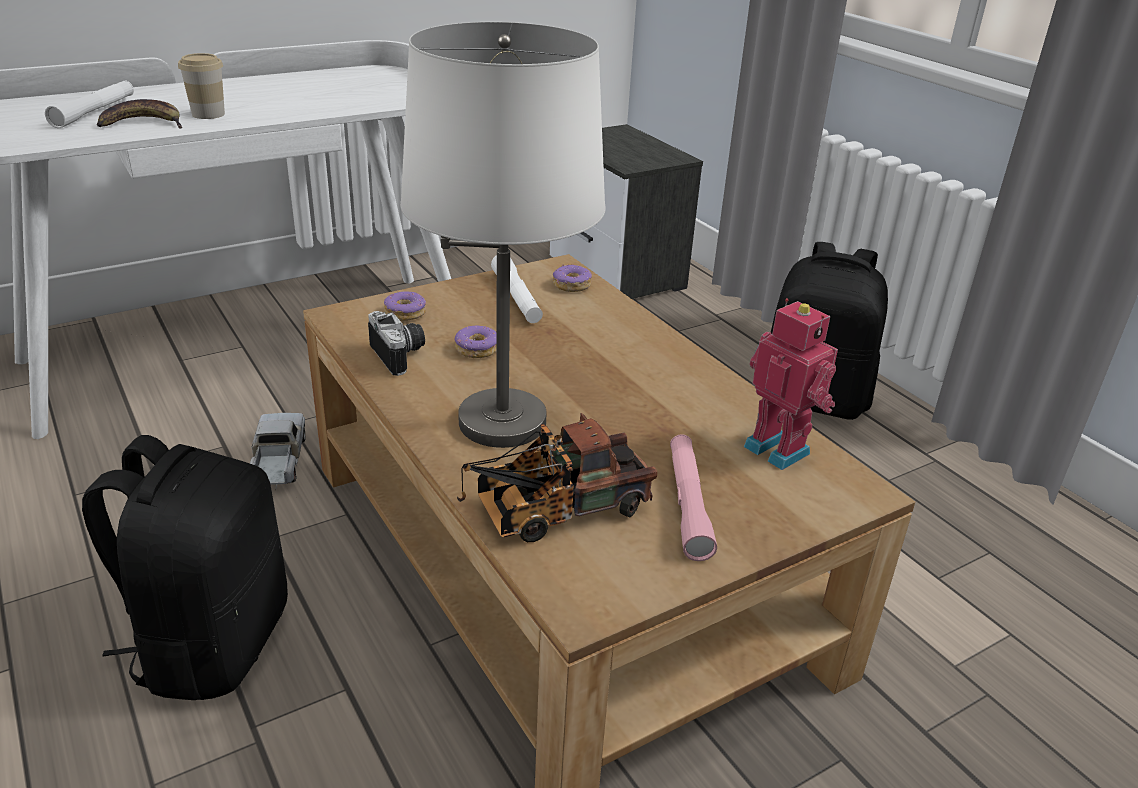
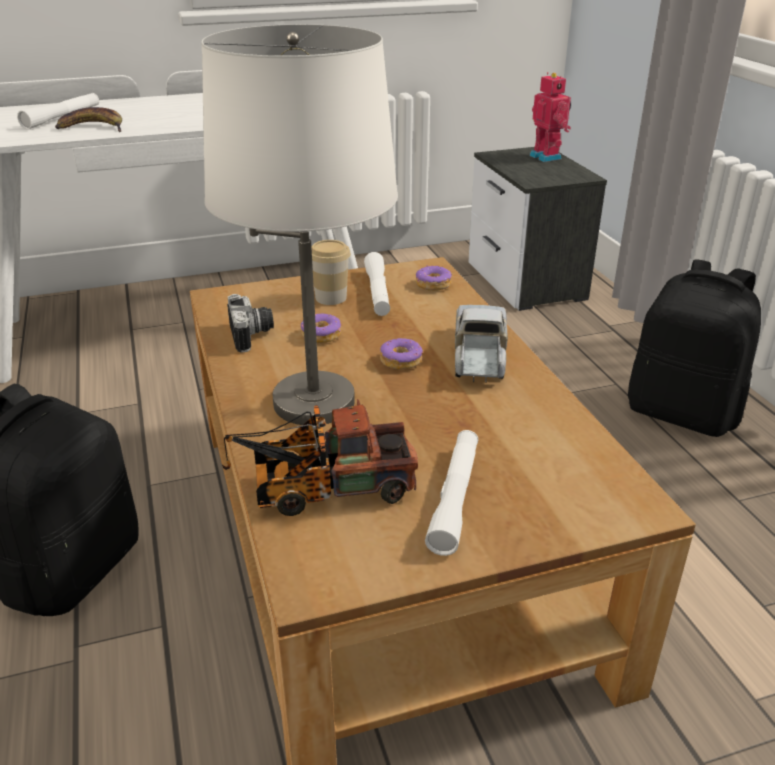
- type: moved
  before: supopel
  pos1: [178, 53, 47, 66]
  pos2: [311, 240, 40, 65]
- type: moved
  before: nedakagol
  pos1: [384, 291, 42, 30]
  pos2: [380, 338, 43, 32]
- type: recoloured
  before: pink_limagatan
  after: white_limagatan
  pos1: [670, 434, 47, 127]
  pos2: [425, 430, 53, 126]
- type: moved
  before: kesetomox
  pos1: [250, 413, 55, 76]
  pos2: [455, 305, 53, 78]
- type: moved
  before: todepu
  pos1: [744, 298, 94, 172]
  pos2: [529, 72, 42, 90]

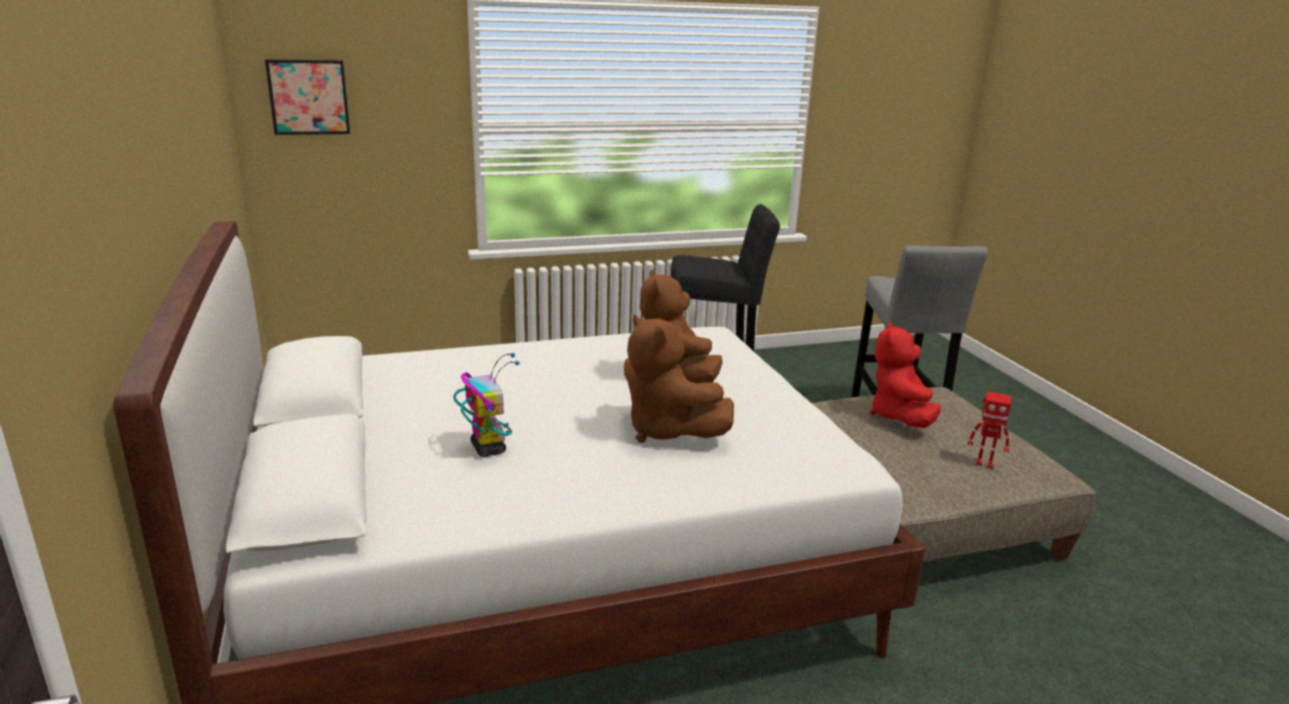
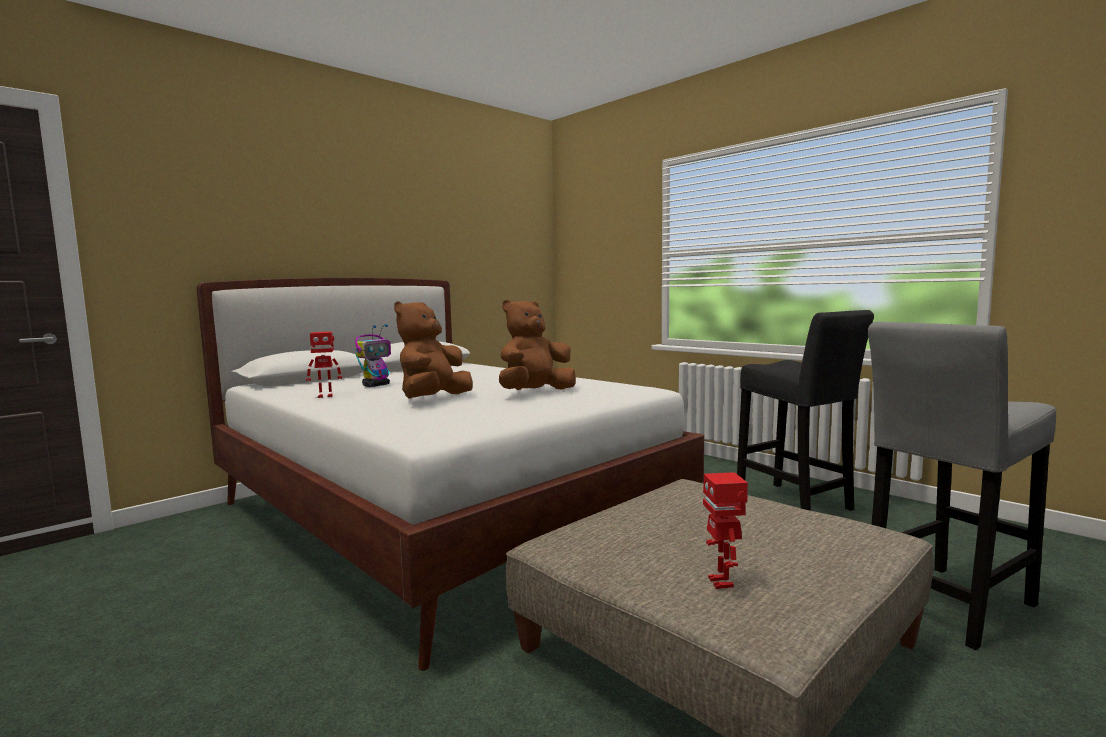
- type: added
  after: todepu
  pos2: [306, 332, 36, 66]
- type: removed
  before: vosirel
  pos1: [265, 59, 85, 76]
- type: removed
  before: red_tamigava
  pos1: [870, 322, 71, 106]

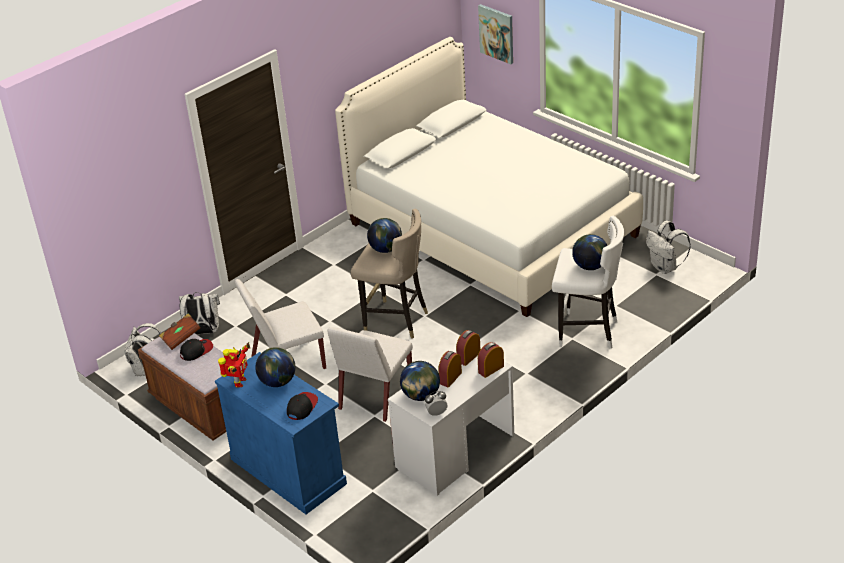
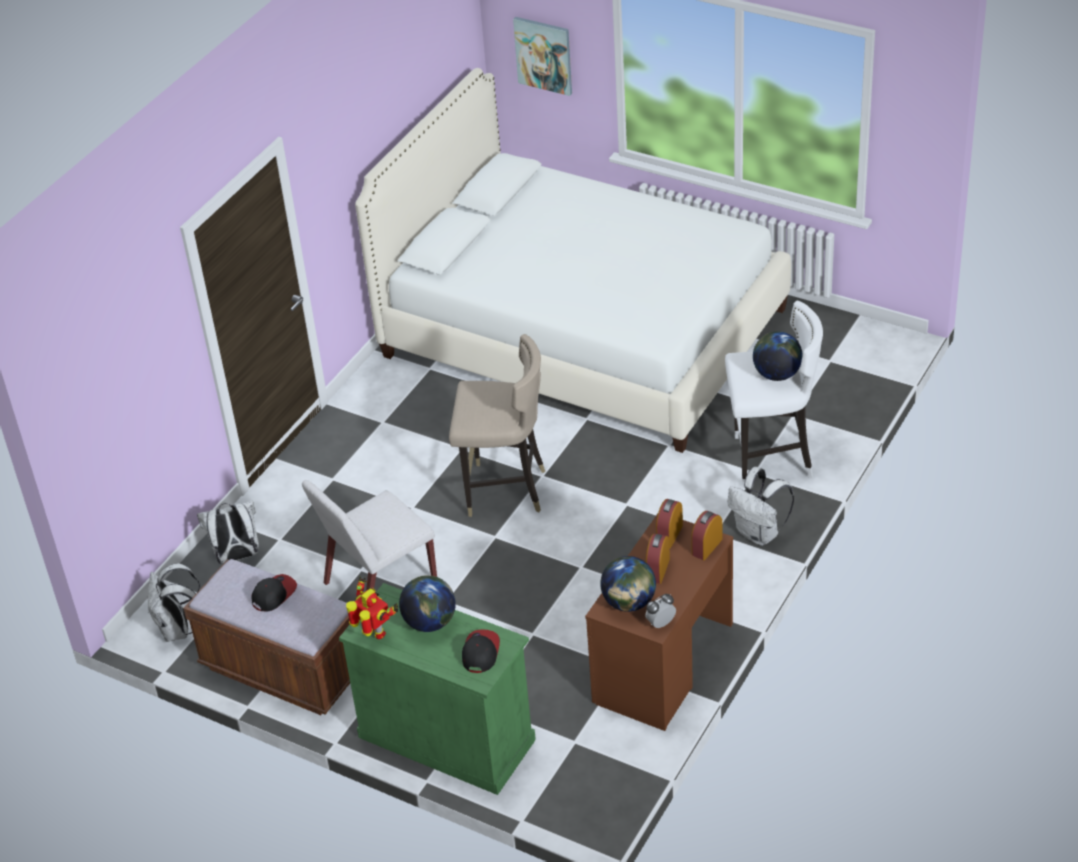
- type: recoloured
  before: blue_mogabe
  after: green_mogabe
  pos1: [215, 352, 132, 162]
  pos2: [339, 583, 197, 212]
- type: turned
  before: todepu
  pos1: [218, 342, 32, 46]
  pos2: [346, 576, 52, 63]
  turn: -45
- type: recoloured
  before: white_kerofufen
  after: brown_kerofufen
  pos1: [388, 348, 126, 148]
  pos2: [585, 514, 148, 217]
- type: moved
  before: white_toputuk
  pos1: [646, 220, 45, 54]
  pos2: [728, 467, 66, 79]
- type: removed
  before: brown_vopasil
  pos1: [159, 313, 42, 37]
- type: removed
  before: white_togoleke
  pos1: [328, 327, 85, 95]
- type: removed
  before: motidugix
  pos1: [367, 218, 35, 35]

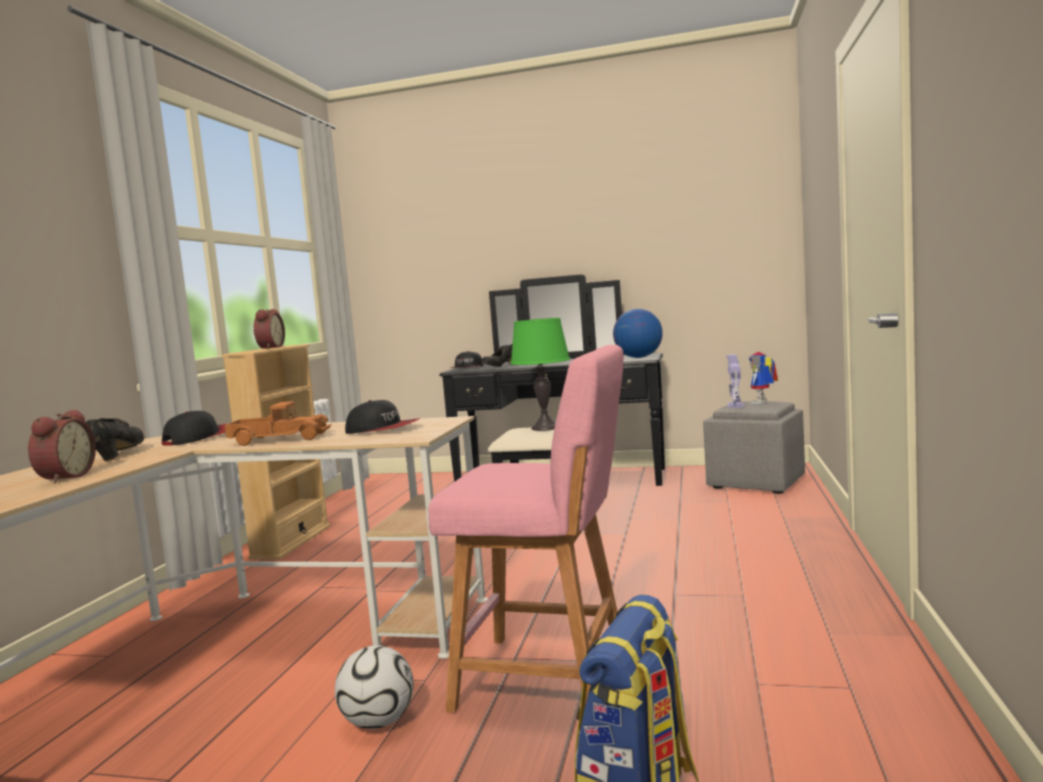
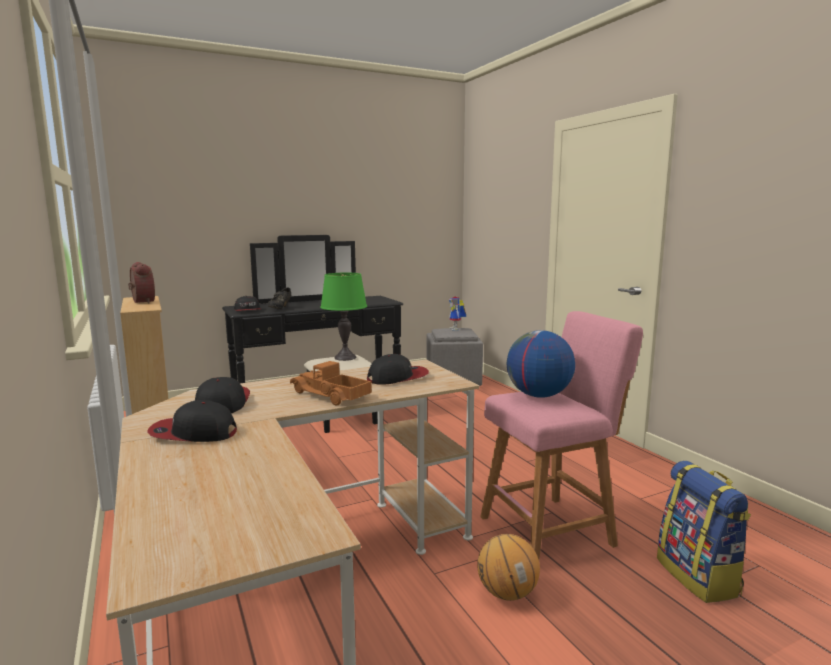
- type: replaced
  before: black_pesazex
  after: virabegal
  pos1: [85, 418, 59, 43]
  pos2: [147, 400, 90, 42]
- type: turned
  before: kesetomox
  pos1: [225, 401, 106, 45]
  pos2: [290, 361, 82, 44]
  turn: -105
- type: replaced
  before: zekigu
  after: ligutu
  pos1: [335, 646, 79, 83]
  pos2: [477, 534, 63, 67]
- type: moved
  before: motidugix
  pos1: [613, 309, 50, 49]
  pos2: [507, 330, 68, 68]
- type: removed
  before: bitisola
  pos1: [28, 409, 68, 74]
- type: removed
  before: todepu
  pos1: [726, 354, 18, 54]

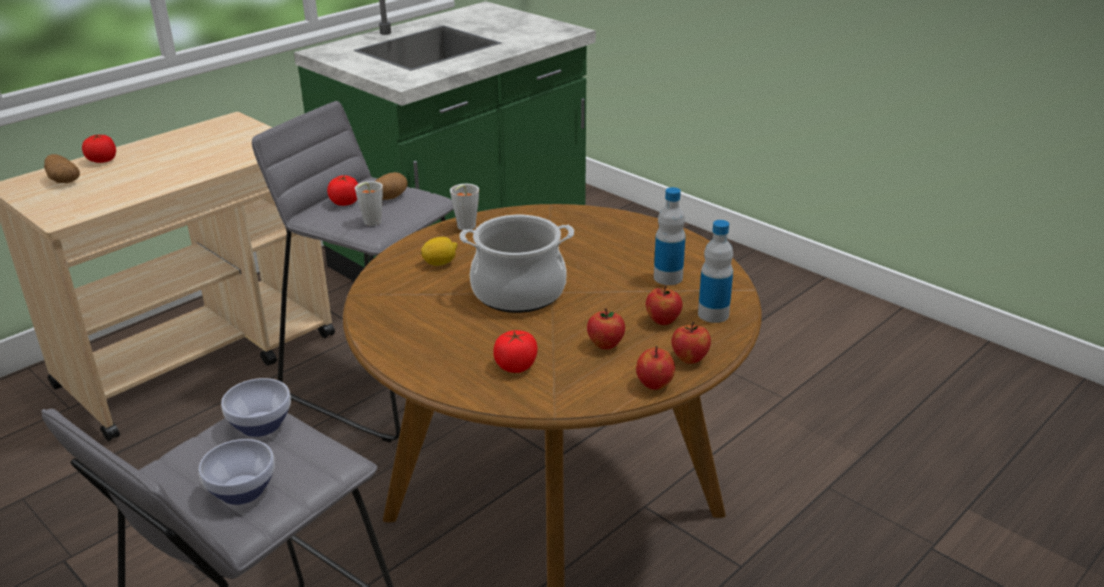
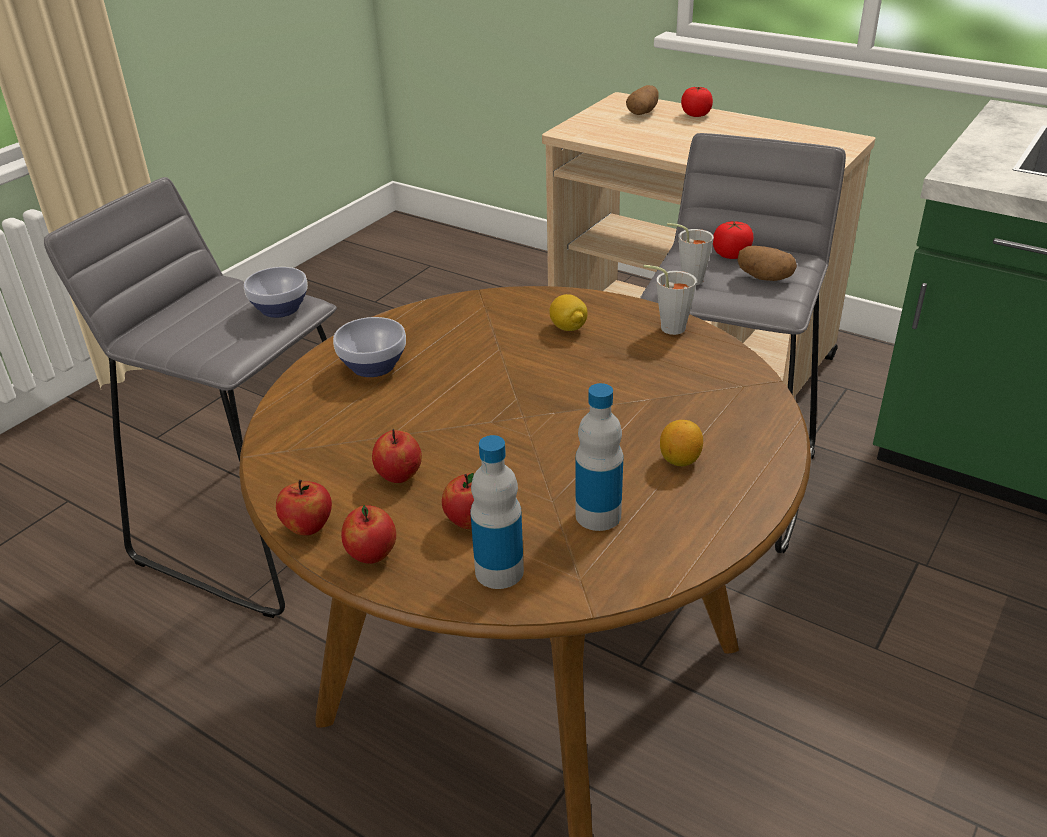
- type: moved
  before: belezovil
  pos1: [199, 439, 76, 66]
  pos2: [333, 317, 73, 60]
- type: added
  after: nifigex
  pos2: [660, 420, 43, 46]
- type: removed
  before: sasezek
  pos1: [459, 215, 115, 98]
- type: removed
  before: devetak
  pos1: [493, 330, 45, 43]

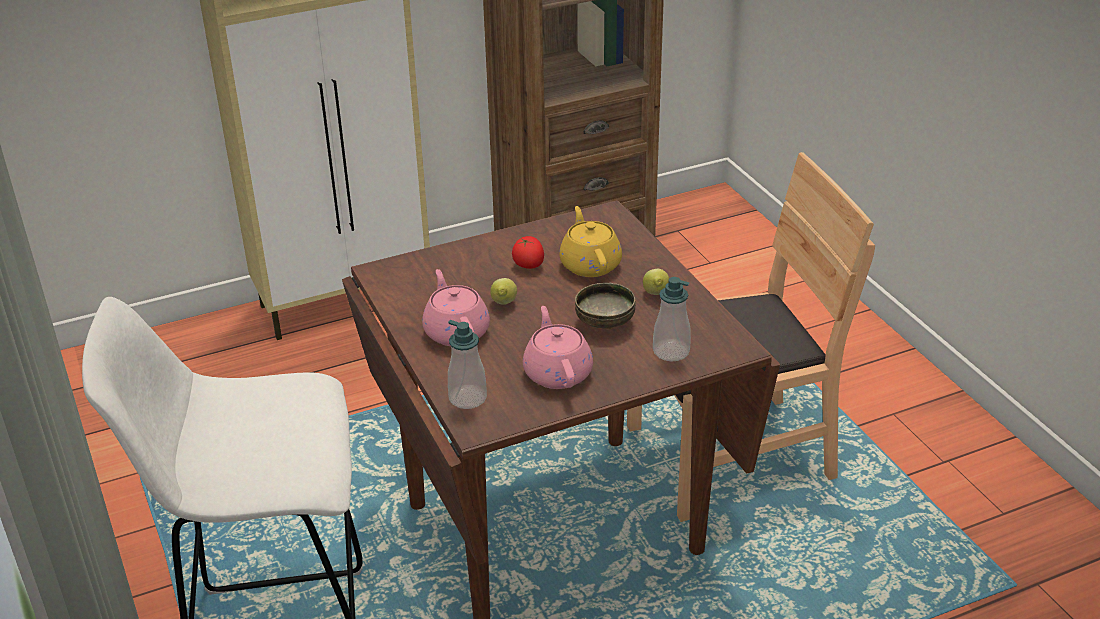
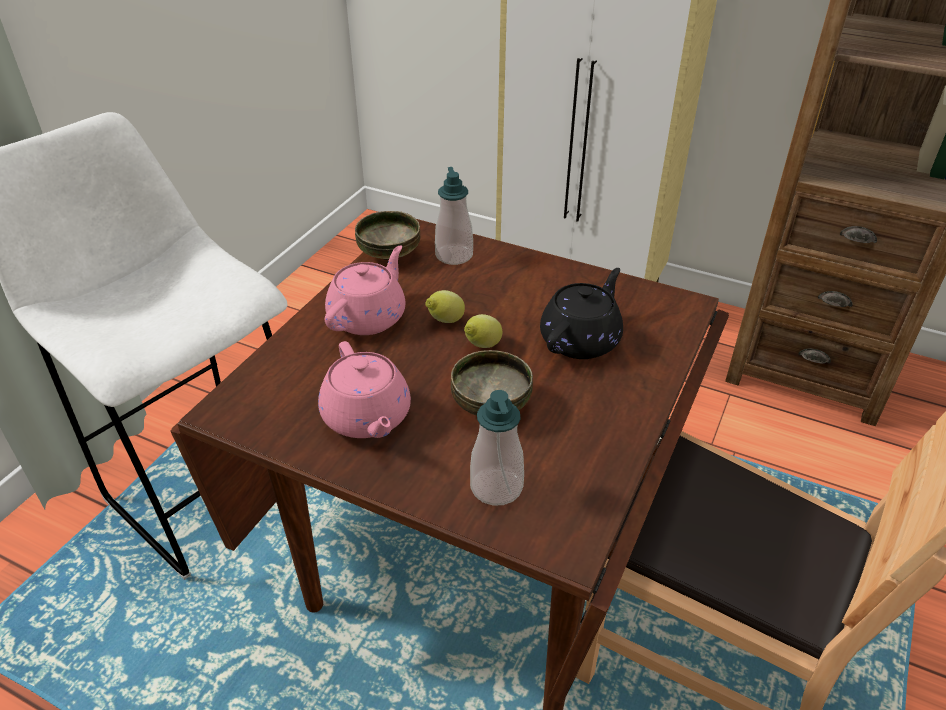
- type: turned
  before: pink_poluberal
  pos1: [523, 306, 70, 83]
  pos2: [318, 341, 93, 97]
  turn: 120
- type: added
  after: belezovil
  pos2: [355, 211, 65, 49]
- type: moved
  before: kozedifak
  pos1: [448, 320, 39, 89]
  pos2: [435, 167, 38, 98]
- type: moved
  before: nifigex
  pos1: [643, 269, 26, 26]
  pos2: [464, 314, 39, 34]
- type: recoloured
  before: yellow_poluberal
  after: black_poluberal
  pos1: [559, 206, 63, 71]
  pos2: [540, 268, 83, 91]
- type: removed
  before: devetak
  pos1: [512, 236, 32, 33]

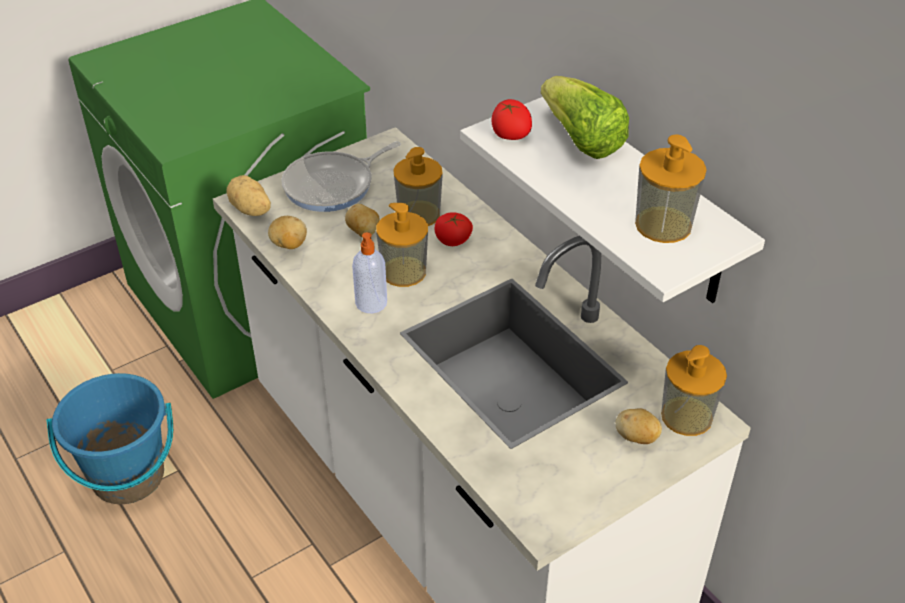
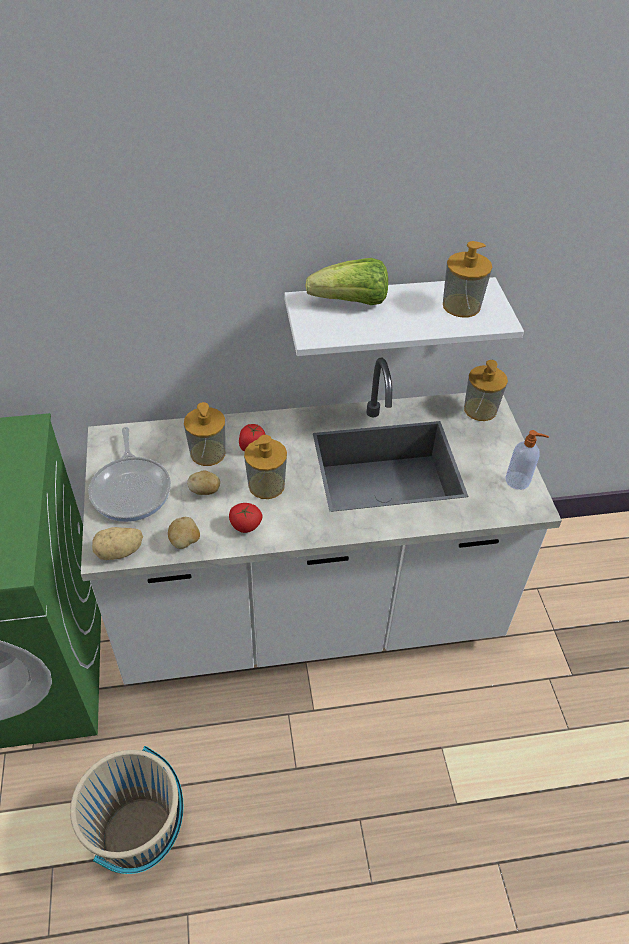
- type: recoloured
  before: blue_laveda
  after: beige_laveda
  pos1: [47, 373, 126, 131]
  pos2: [70, 746, 113, 128]
- type: moved
  before: devetak
  pos1: [491, 99, 41, 41]
  pos2: [229, 503, 34, 30]
- type: moved
  before: kozedifak
  pos1: [352, 232, 35, 81]
  pos2: [506, 430, 43, 60]
- type: removed
  before: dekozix
  pos1: [616, 408, 46, 36]

